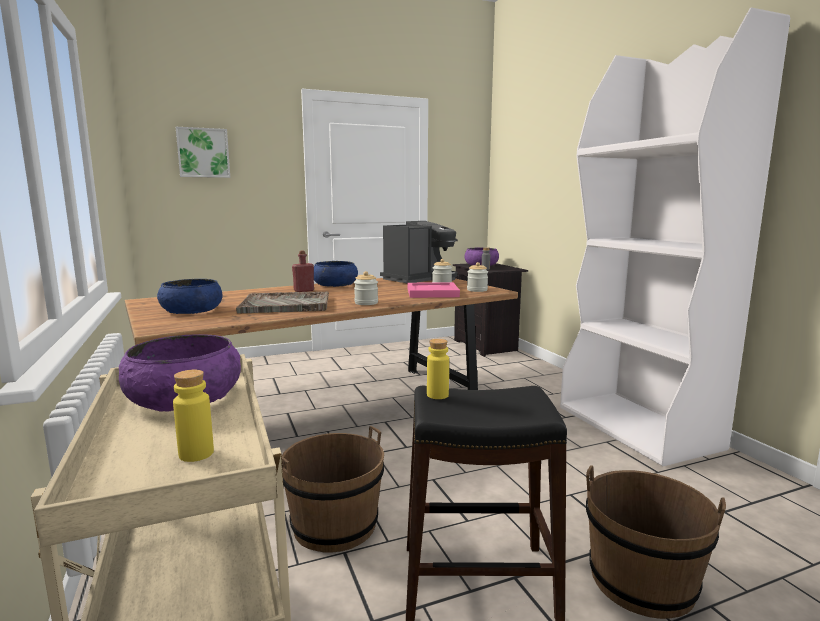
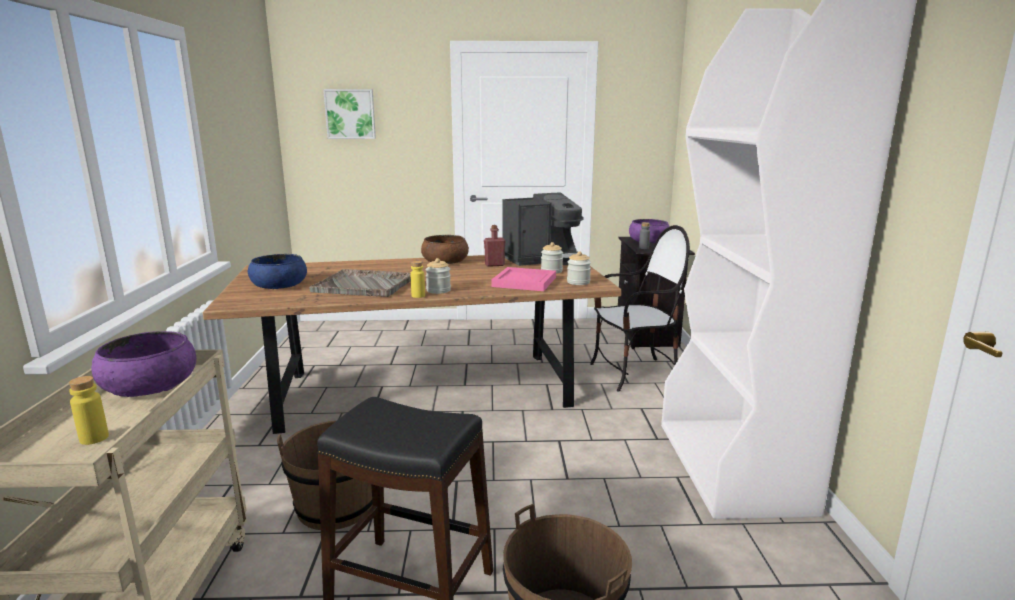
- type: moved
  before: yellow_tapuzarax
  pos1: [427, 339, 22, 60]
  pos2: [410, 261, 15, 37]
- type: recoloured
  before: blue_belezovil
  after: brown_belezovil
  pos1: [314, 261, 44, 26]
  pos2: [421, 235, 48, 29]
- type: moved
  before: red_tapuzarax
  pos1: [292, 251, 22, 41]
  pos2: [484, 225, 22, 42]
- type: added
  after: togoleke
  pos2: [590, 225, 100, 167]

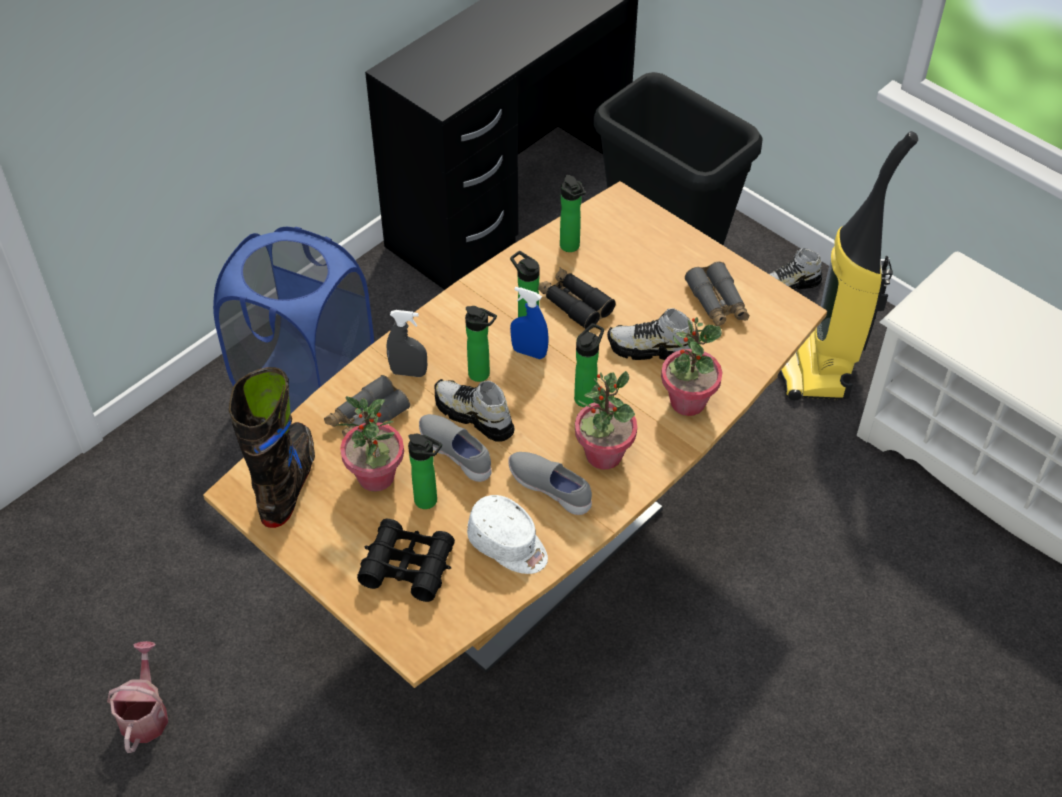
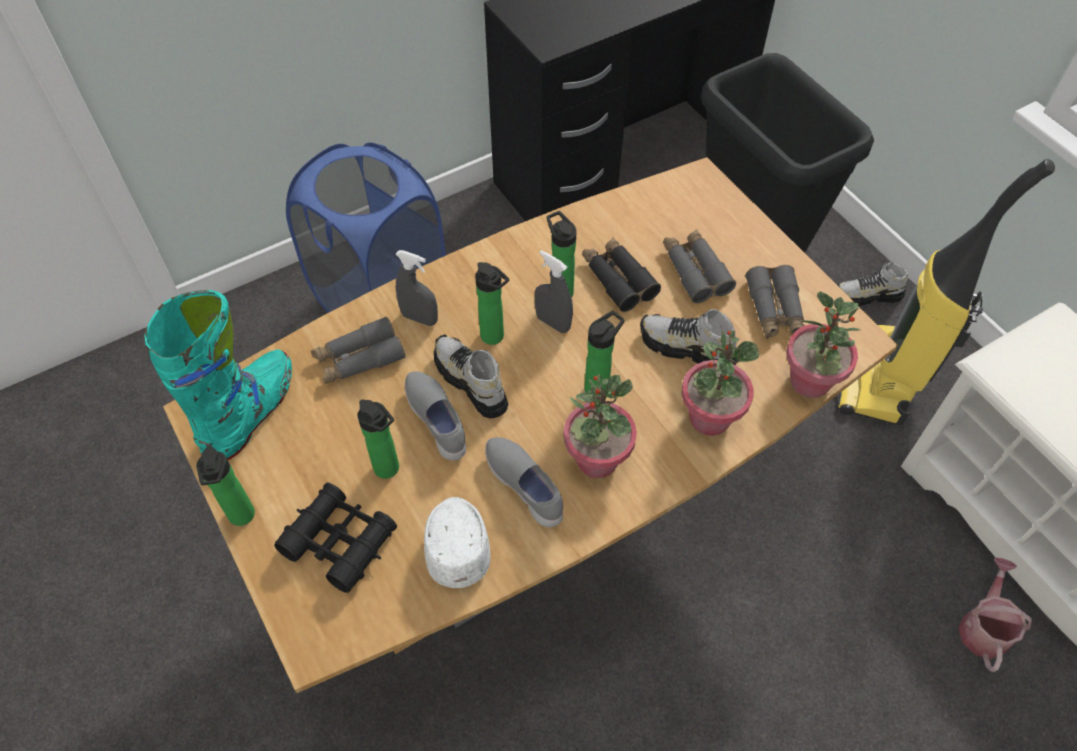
- type: recoloured
  before: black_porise
  after: turquoise_porise
  pos1: [229, 367, 86, 161]
  pos2: [144, 290, 148, 170]
- type: moved
  before: tapuzarax
  pos1: [560, 175, 26, 77]
  pos2: [196, 445, 59, 81]
- type: turned
  before: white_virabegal
  pos1: [467, 495, 81, 79]
  pos2: [424, 497, 66, 91]
  turn: -150
- type: recoloured
  before: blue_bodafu
  after: grey_bodafu
  pos1: [510, 287, 39, 72]
  pos2: [535, 250, 38, 83]
- type: added
  after: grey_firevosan
  pos2: [663, 229, 73, 74]
- type: moved
  before: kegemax
  pos1: [337, 396, 67, 96]
  pos2: [786, 292, 75, 106]
- type: moved
  before: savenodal
  pos1: [107, 641, 61, 112]
  pos2: [959, 558, 73, 114]

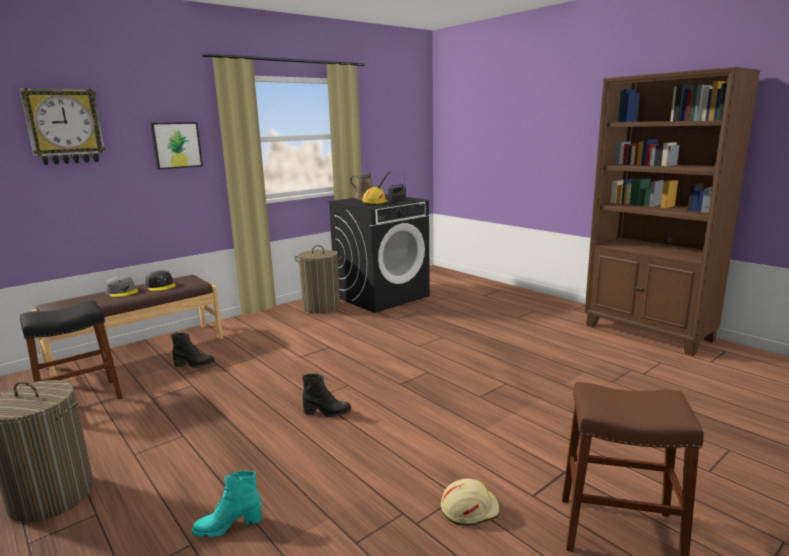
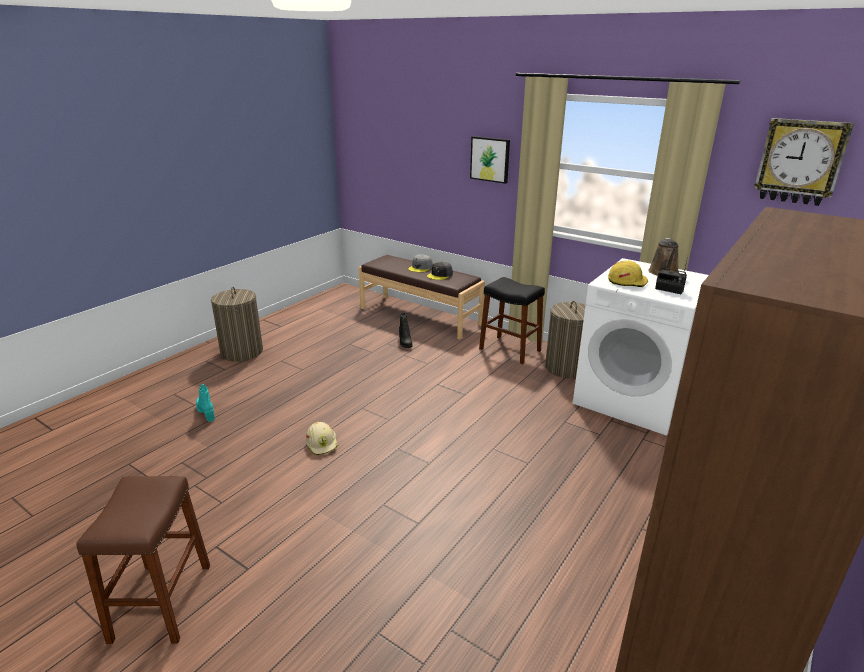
- type: moved
  before: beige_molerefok
  pos1: [441, 479, 58, 47]
  pos2: [306, 422, 33, 34]
- type: moved
  before: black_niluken
  pos1: [20, 300, 102, 99]
  pos2: [479, 277, 66, 87]
- type: recoloured
  before: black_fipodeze
  after: white_fipodeze
  pos1: [328, 194, 102, 119]
  pos2: [573, 258, 136, 178]
- type: moved
  before: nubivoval
  pos1: [20, 88, 86, 77]
  pos2: [754, 118, 100, 88]
- type: removed
  before: black_porise
  pos1: [302, 373, 49, 44]

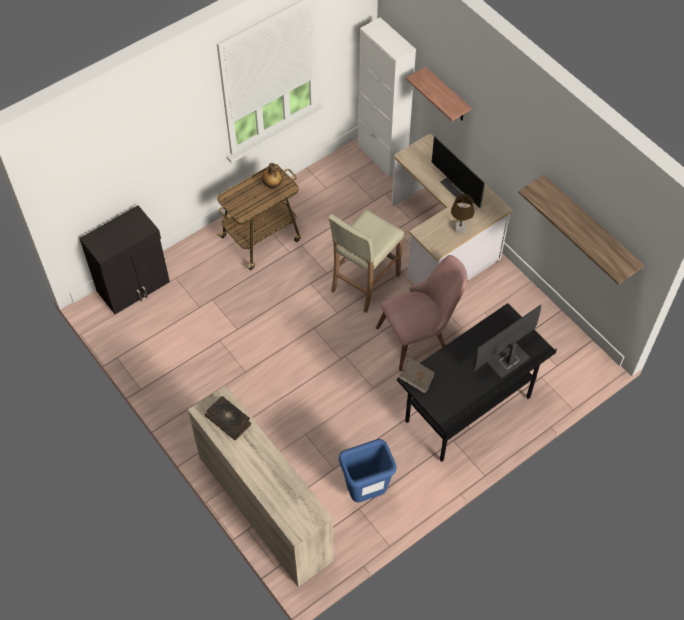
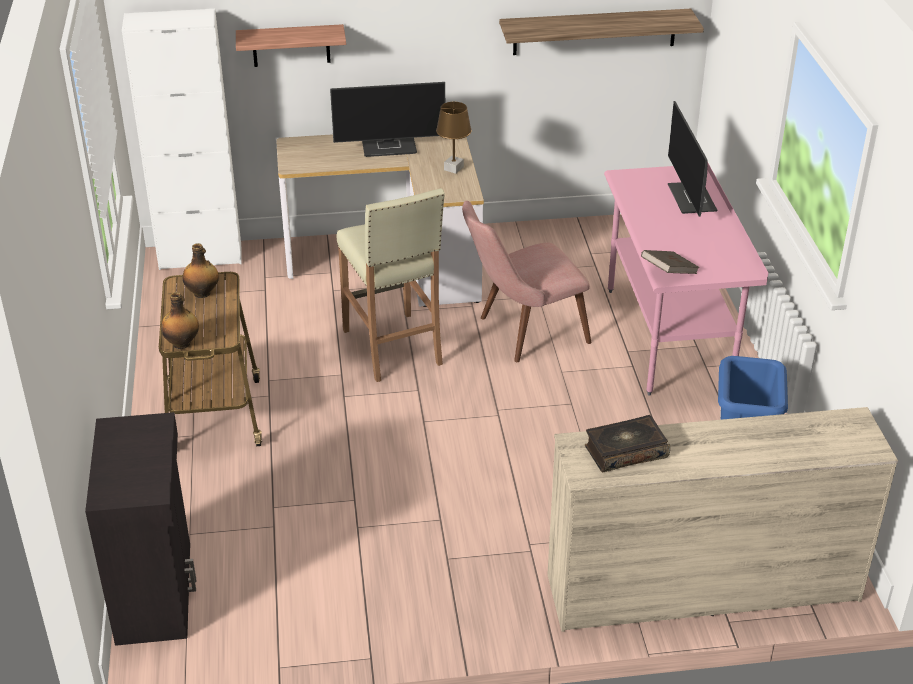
- type: added
  after: tapuzarax
  pos2: [161, 292, 38, 57]
- type: turned
  before: pink_togoleke
  pos1: [376, 255, 91, 116]
  pos2: [462, 201, 130, 161]
  turn: -120
- type: recoloured
  before: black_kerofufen
  after: pink_kerofufen
  pos1: [397, 303, 160, 159]
  pos2: [604, 163, 164, 232]

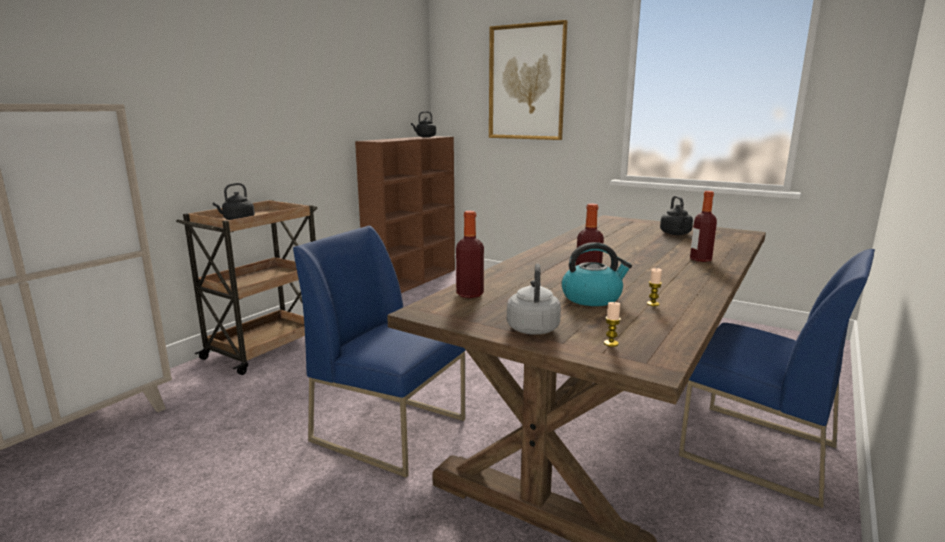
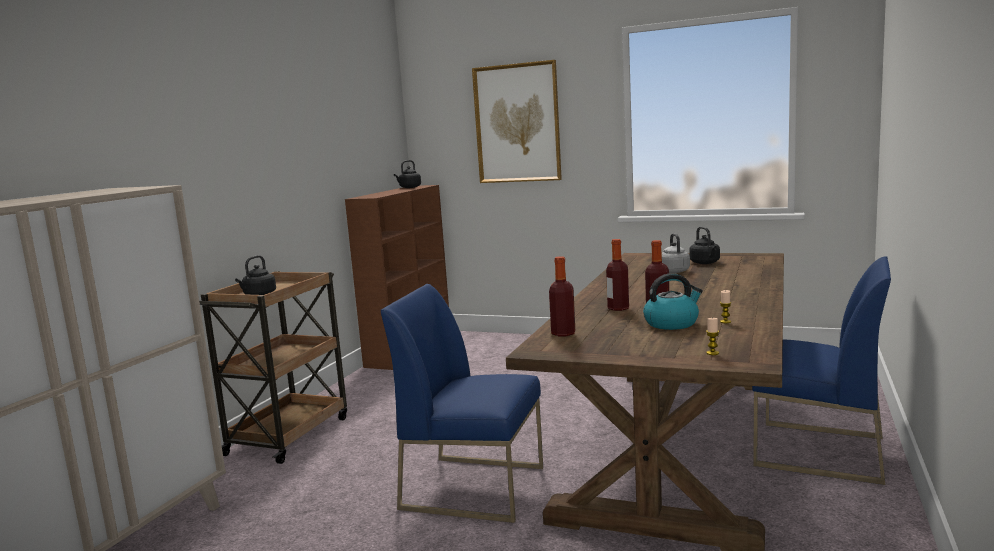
- type: moved
  before: tapuzarax
  pos1: [690, 191, 27, 71]
  pos2: [606, 239, 23, 72]
- type: moved
  before: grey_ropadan
  pos1: [507, 264, 54, 71]
  pos2: [662, 233, 28, 40]

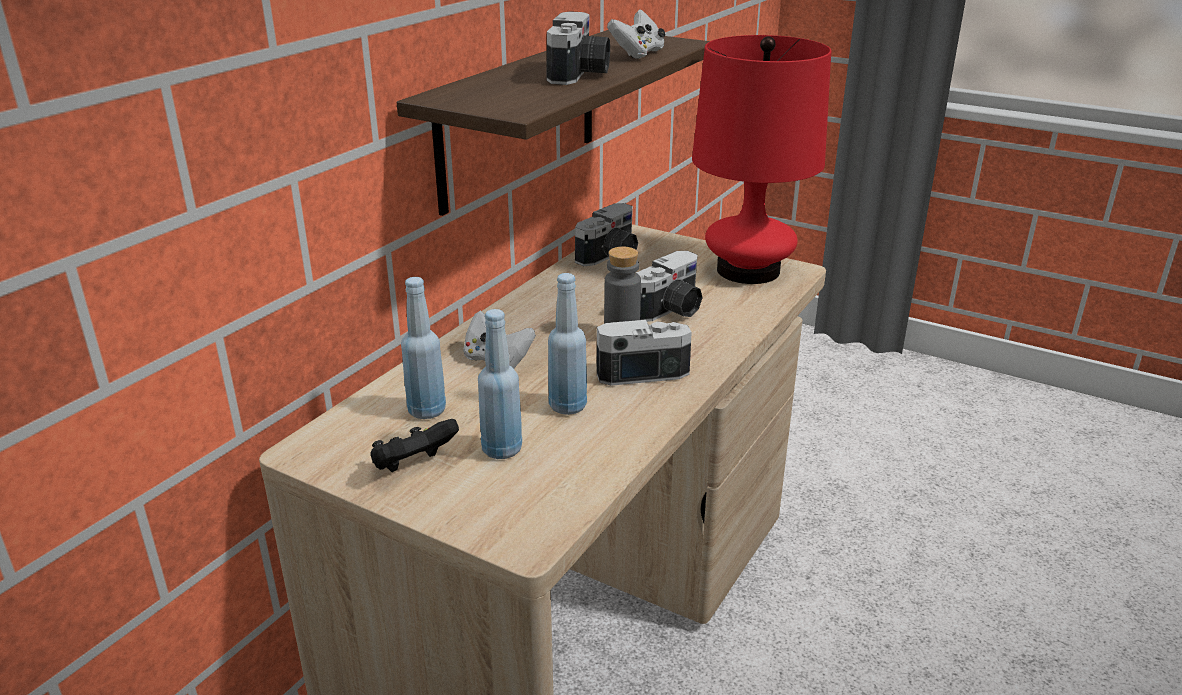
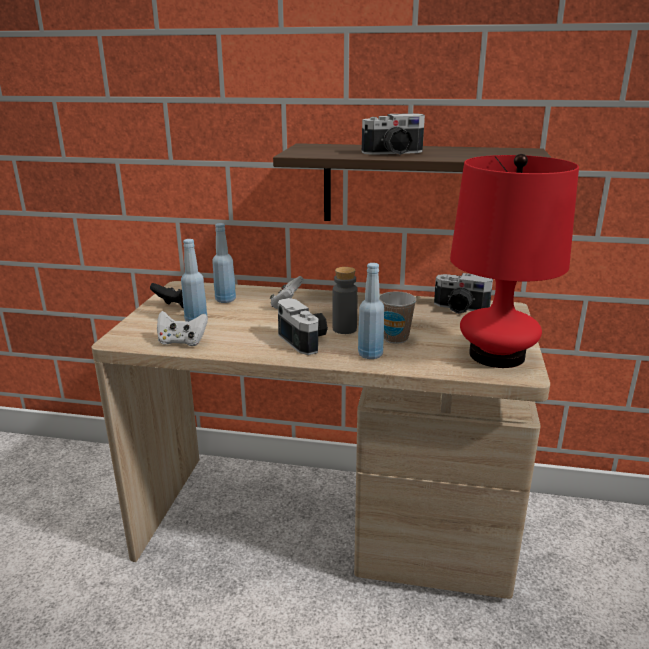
- type: moved
  before: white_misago
  pos1: [607, 10, 59, 49]
  pos2: [157, 311, 51, 35]
- type: moved
  before: blue_tapuzarax
  pos1: [548, 273, 39, 142]
  pos2: [358, 263, 26, 96]
- type: replaced
  before: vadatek
  after: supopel
  pos1: [636, 251, 67, 71]
  pos2: [379, 292, 38, 52]

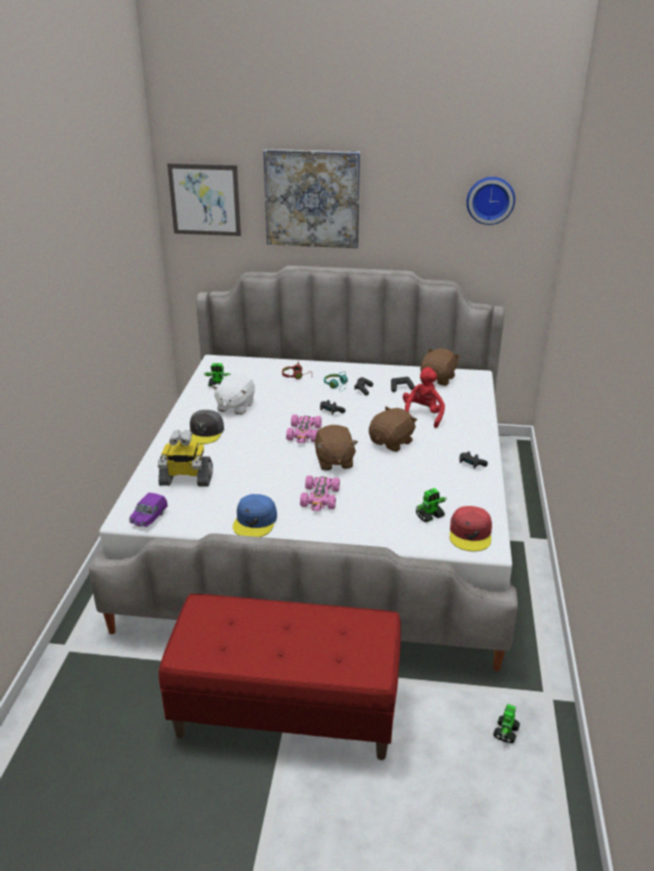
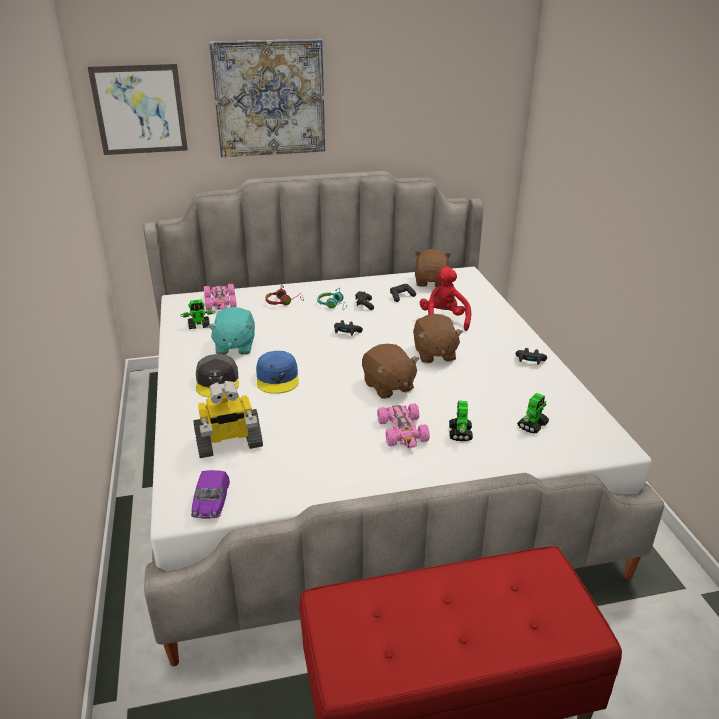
- type: moved
  before: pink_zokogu
  pos1: [286, 415, 36, 28]
  pos2: [204, 284, 33, 26]
- type: recoloured
  before: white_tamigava
  after: turquoise_tamigava
  pos1: [212, 374, 43, 41]
  pos2: [208, 307, 47, 48]
- type: moved
  before: blue_virabegal
  pos1: [233, 494, 44, 43]
  pos2: [256, 351, 43, 43]
- type: turned
  before: brown_tamigava
  pos1: [369, 407, 48, 45]
  pos2: [413, 314, 50, 49]
  turn: 150
- type: moved
  before: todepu
  pos1: [493, 704, 27, 39]
  pos2: [449, 401, 24, 40]
- type: removed
  before: red_virabegal
  pos1: [450, 506, 42, 45]
- type: removed
  before: nubivoval
  pos1: [466, 177, 49, 48]

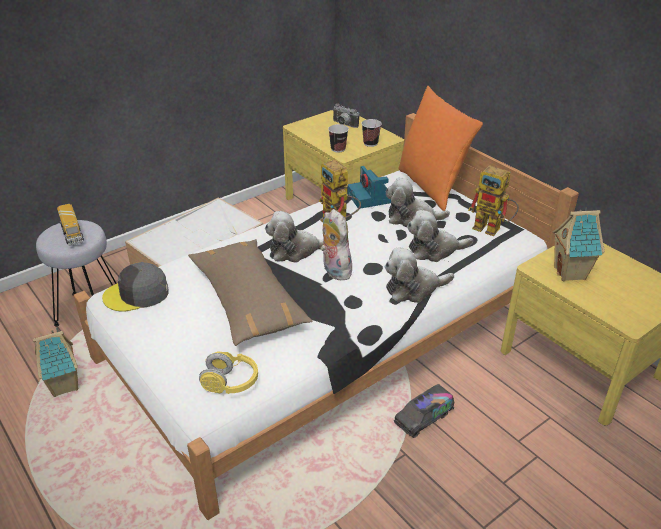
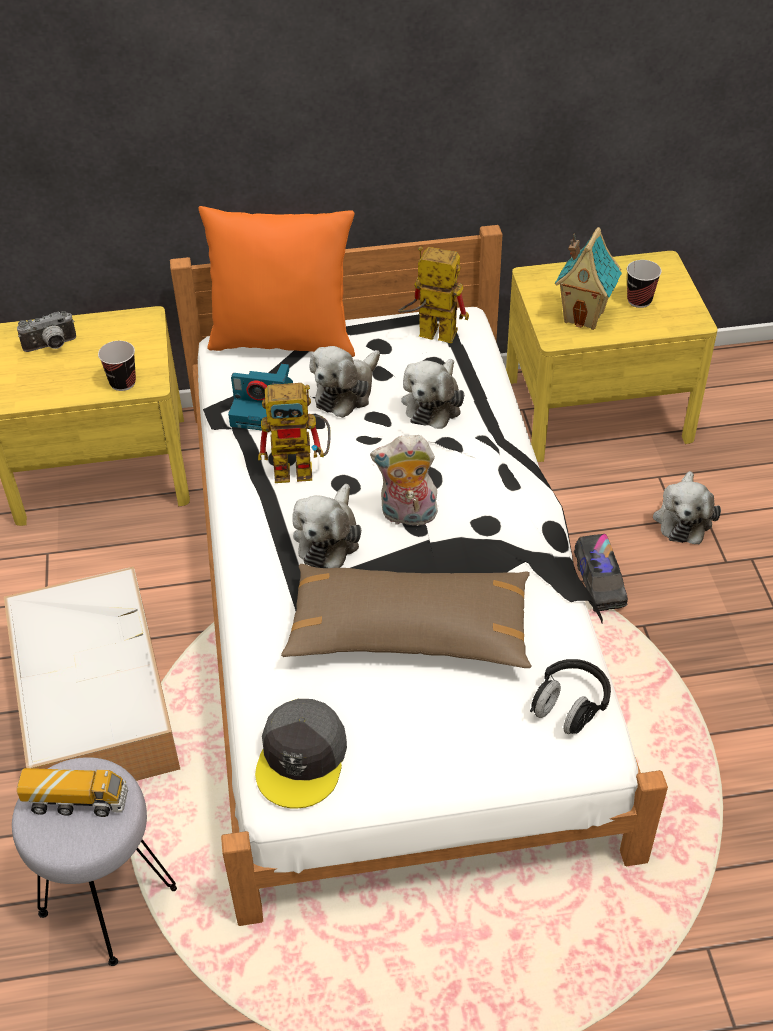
- type: turned
  before: todepu
  pos1: [468, 165, 51, 71]
  pos2: [398, 247, 71, 97]
  turn: -135
- type: recoloured
  before: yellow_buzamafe
  after: black_buzamafe
  pos1: [199, 351, 59, 43]
  pos2: [530, 659, 81, 75]
- type: moved
  before: supopel
  pos1: [361, 119, 21, 28]
  pos2: [627, 260, 35, 48]
- type: moved
  before: tamigava
  pos1: [384, 247, 70, 56]
  pos2: [653, 471, 68, 73]
- type: removed
  before: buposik
  pos1: [33, 327, 45, 70]

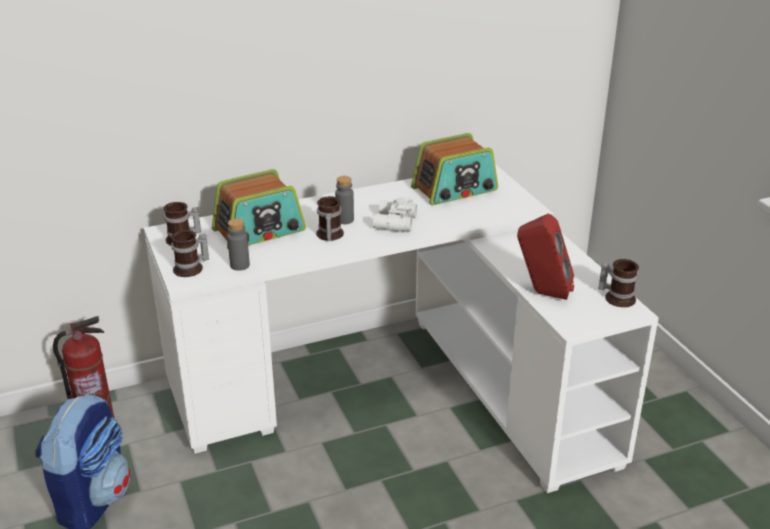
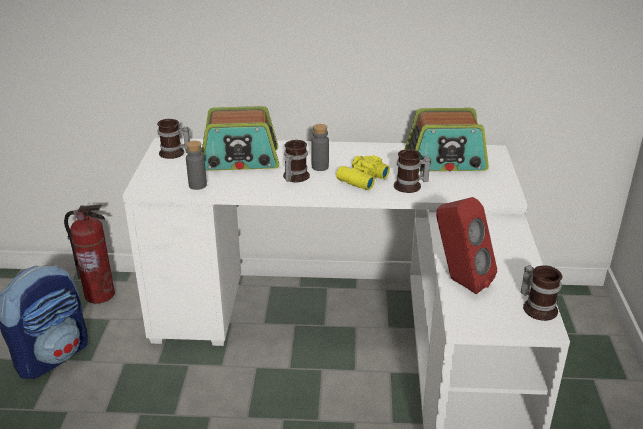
- type: recoloured
  before: white_firevosan
  after: yellow_firevosan
  pos1: [373, 197, 44, 35]
  pos2: [336, 155, 54, 35]
- type: moved
  before: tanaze
  pos1: [171, 230, 38, 47]
  pos2: [394, 149, 36, 44]

